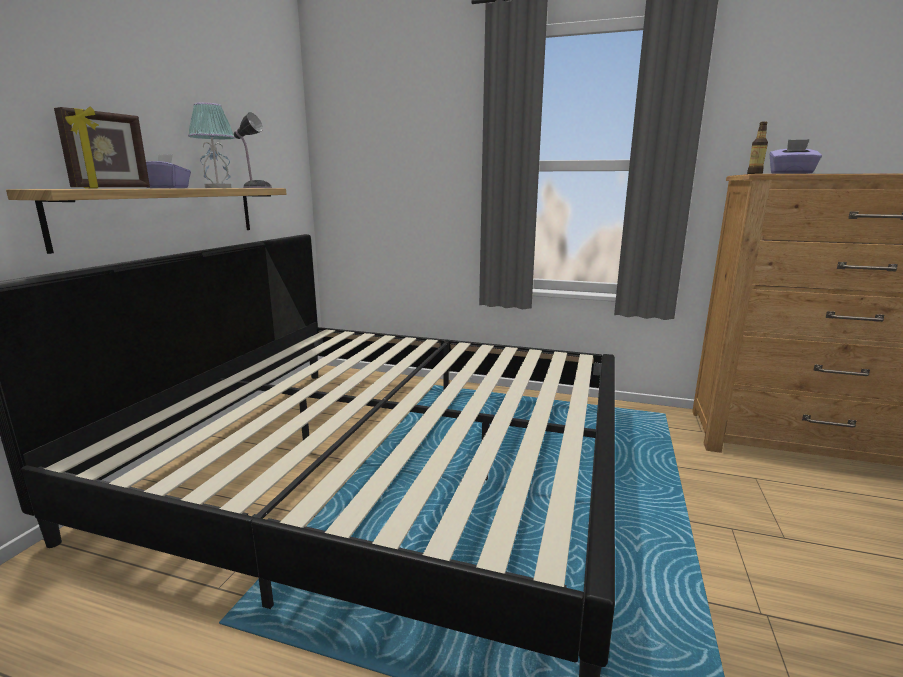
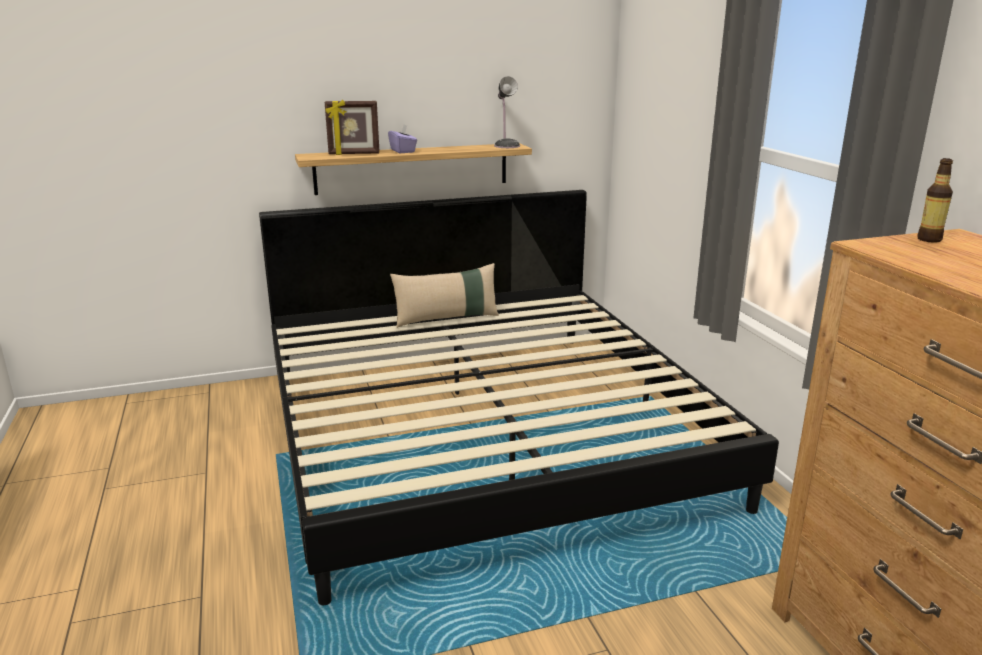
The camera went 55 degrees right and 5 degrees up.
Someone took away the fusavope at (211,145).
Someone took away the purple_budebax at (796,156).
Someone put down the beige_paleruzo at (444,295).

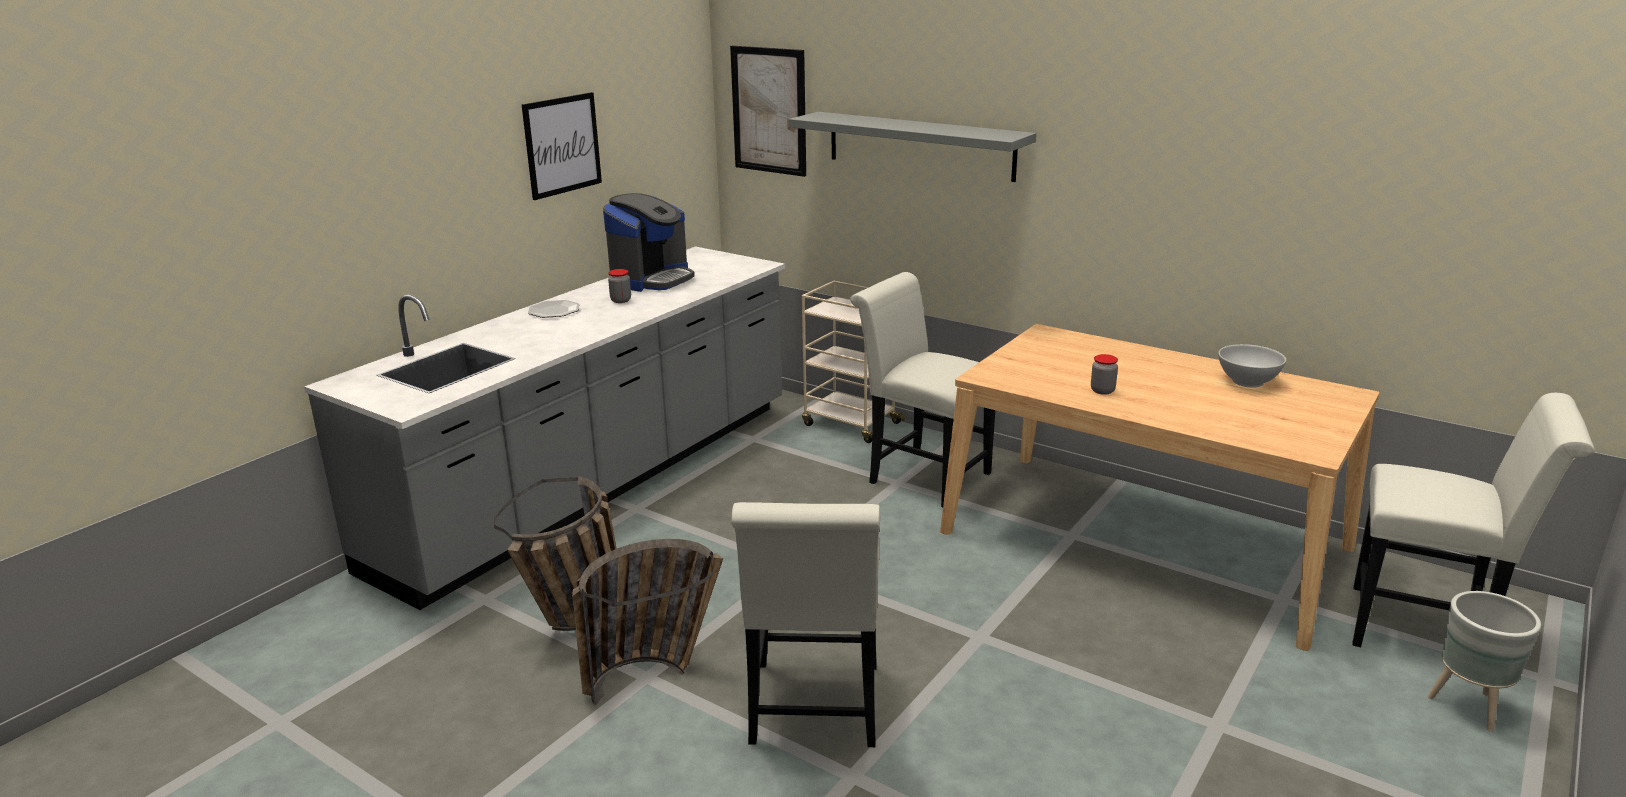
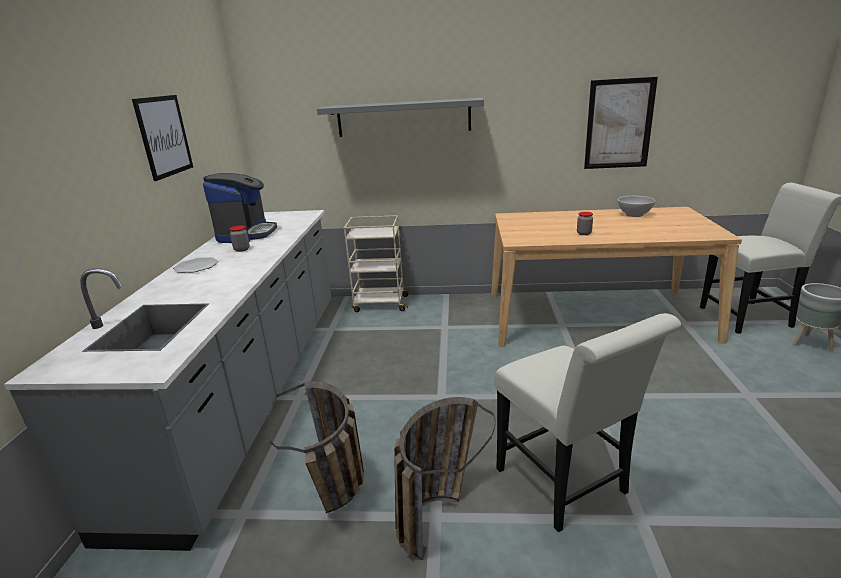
The camera went 30 degrees left and 0 degrees up.
Someone carried the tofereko from (768,111) to (621,123).
Someone took away the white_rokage at (923,389).

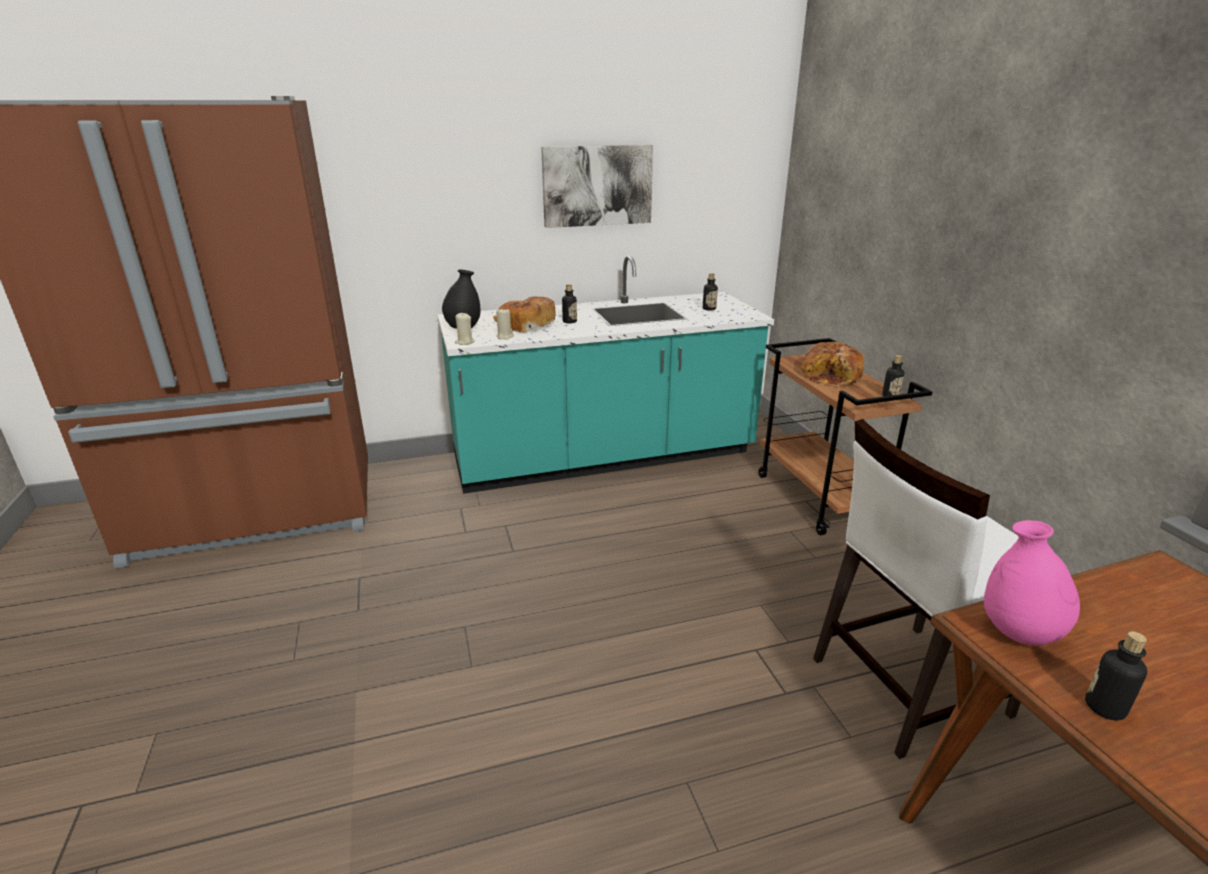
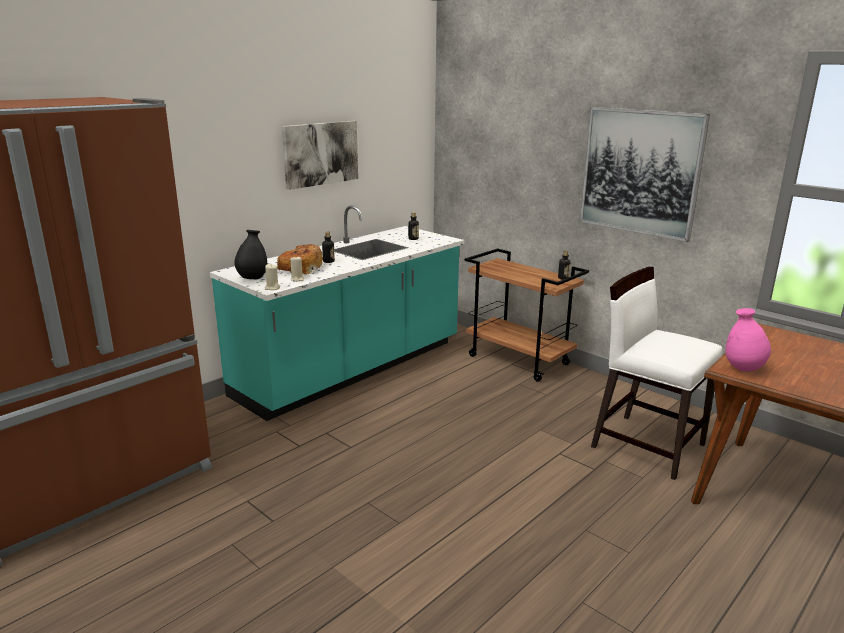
The camera went 30 degrees left and 5 degrees down.
Someone took away the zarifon at (832,364).
Someone rotated the white_rokage at (917,589) by 90 degrees clockwise.
Someone took away the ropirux at (1116,676).
Someone put up the tofereko at (645,174).

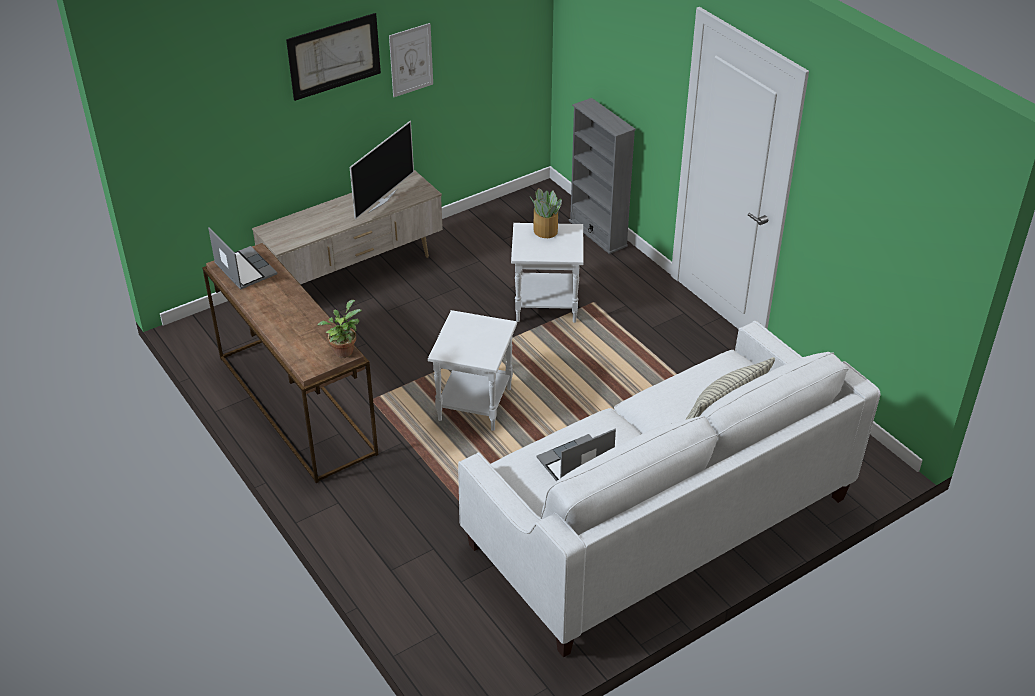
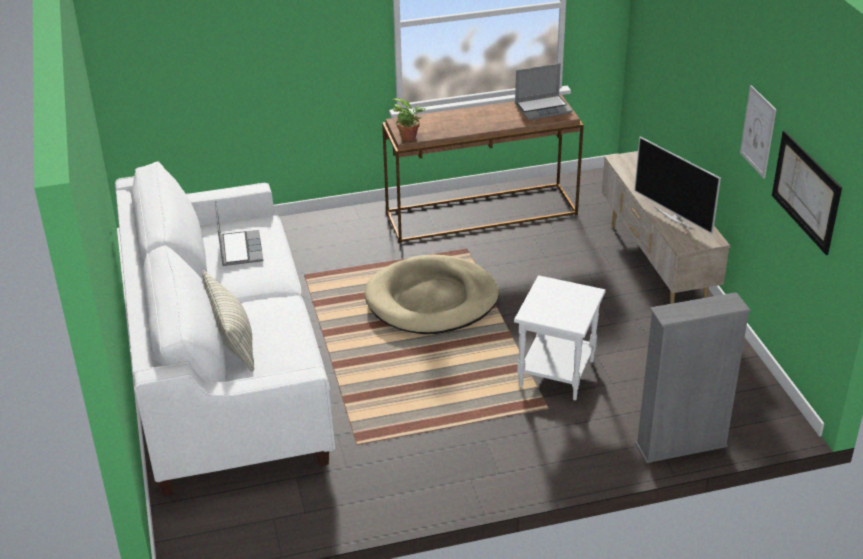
The camera went 110 degrees right and 5 degrees down.
Someone carried the tofereko from (333,57) to (807,193).
Someone swapped the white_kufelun at (472,370) for the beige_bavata at (432,294).
Someone took away the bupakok at (546,213).

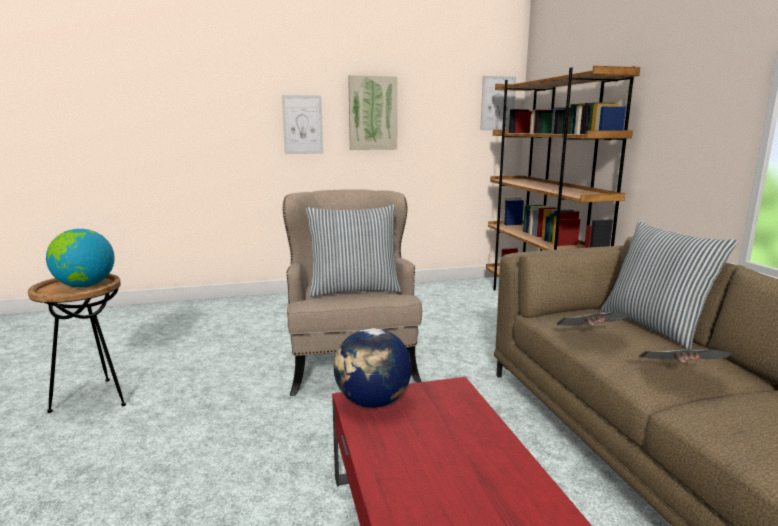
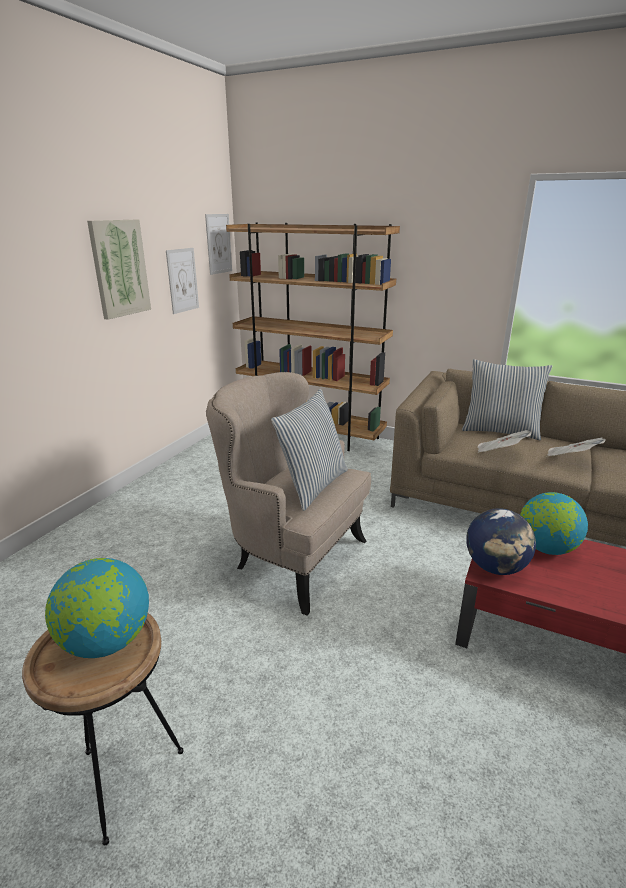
The camera went 50 degrees left and 10 degrees up.
Someone carried the tofereko from (302,124) to (182,281).
Someone put down the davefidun at (554,523).

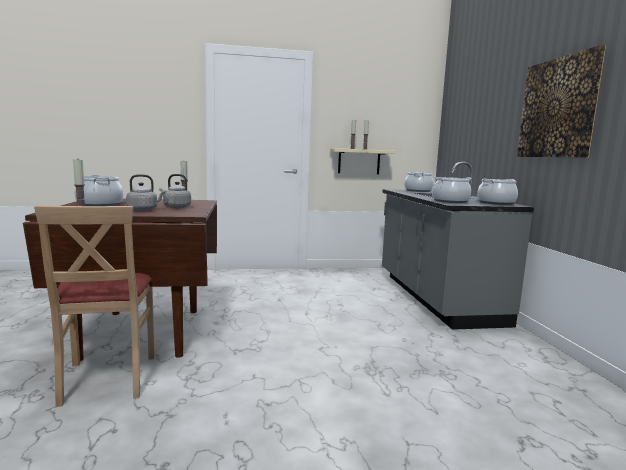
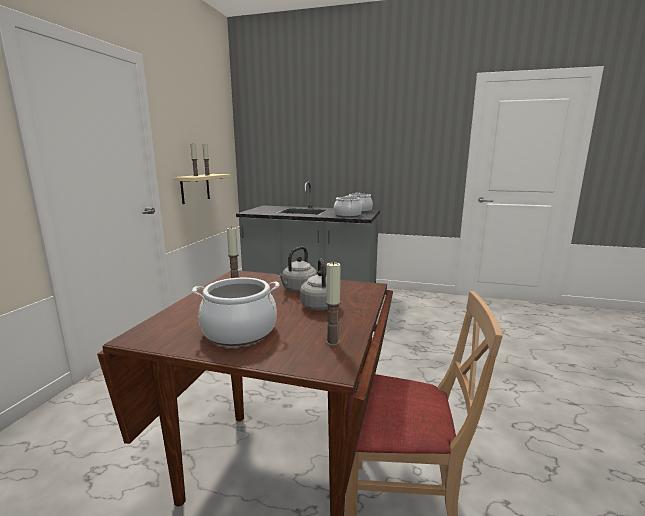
The camera went 65 degrees left and 5 degrees up.
Someone took away the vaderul at (419,182).
Someone took away the tofereko at (561,101).

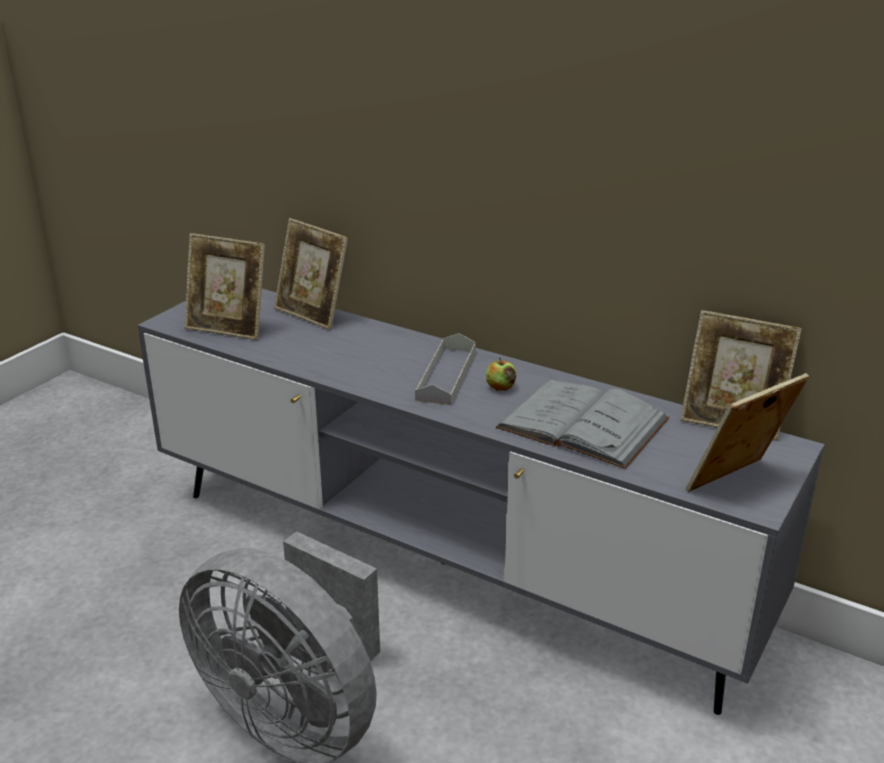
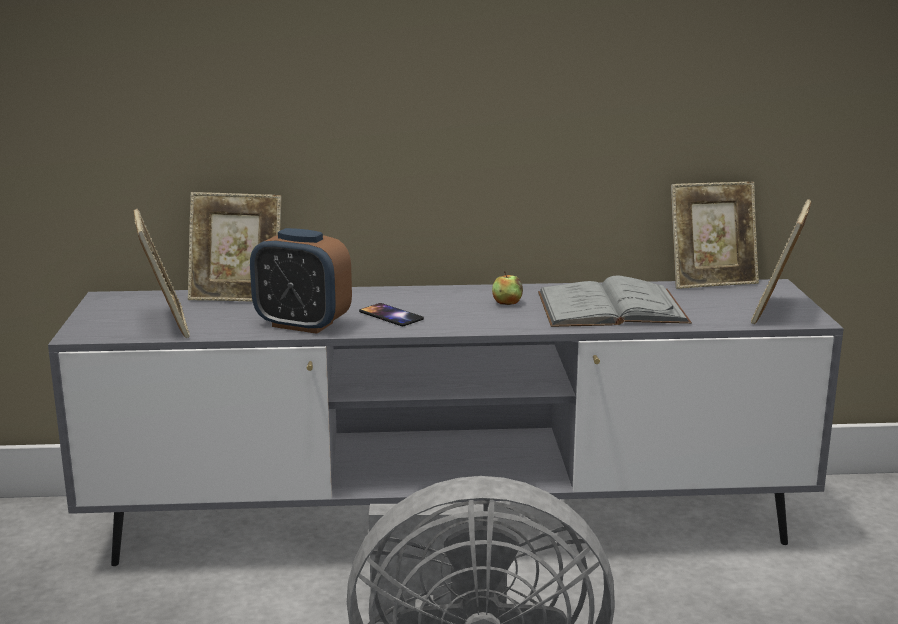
The camera went 35 degrees left and 10 degrees down.
Someone rotated the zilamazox at (225,286) by 90 degrees counterclockwise.
Someone took away the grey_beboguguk at (445,369).
Someone put down the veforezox at (301,281).
Someone put down the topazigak at (391,314).

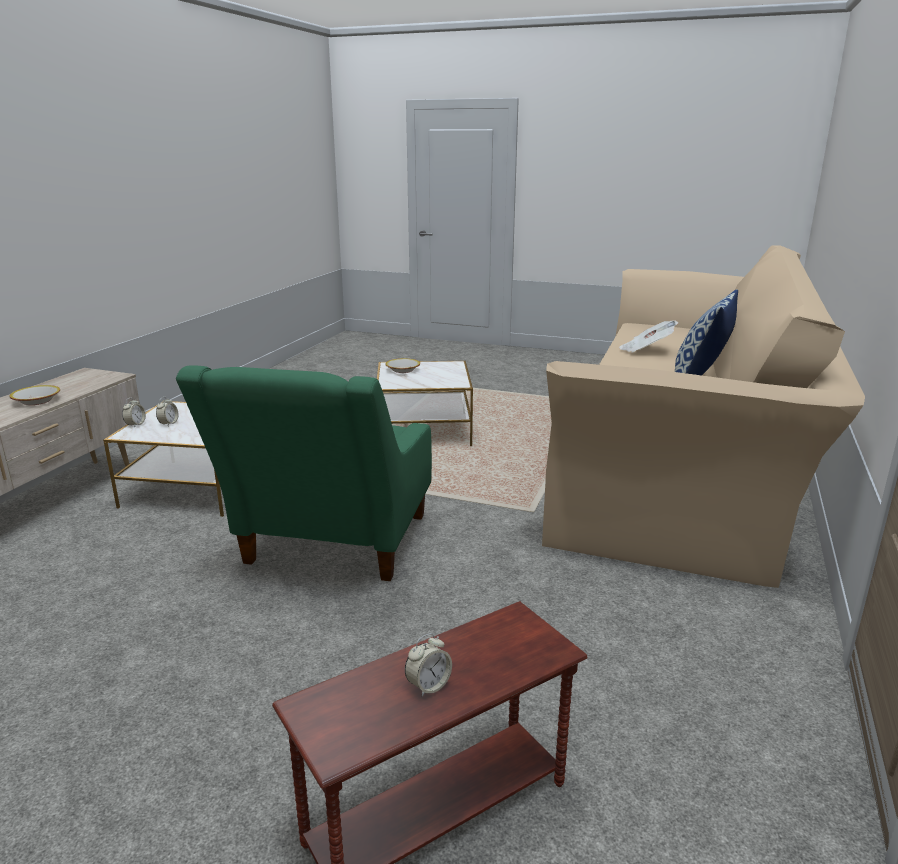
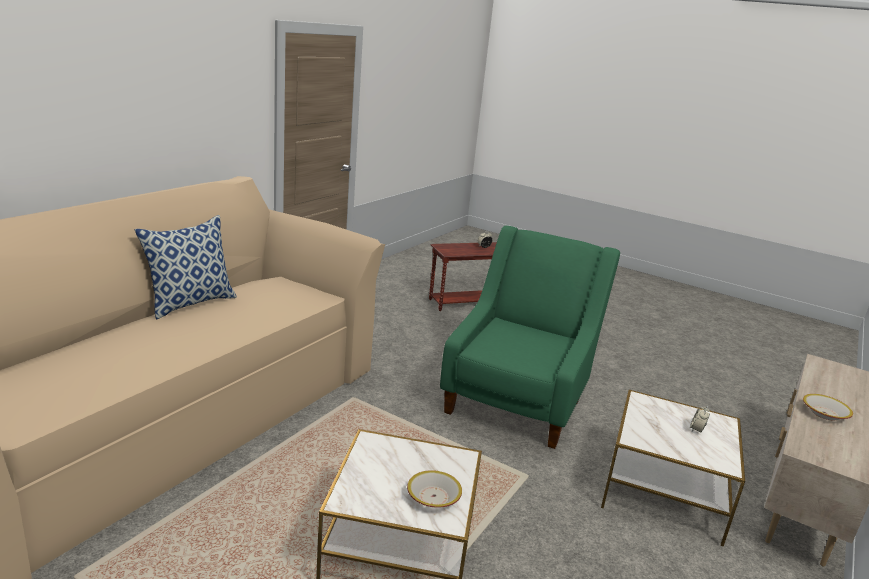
The camera went 170 degrees left and 0 degrees up.
Someone took away the veforezox at (134,413).
Someone took away the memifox at (648,336).

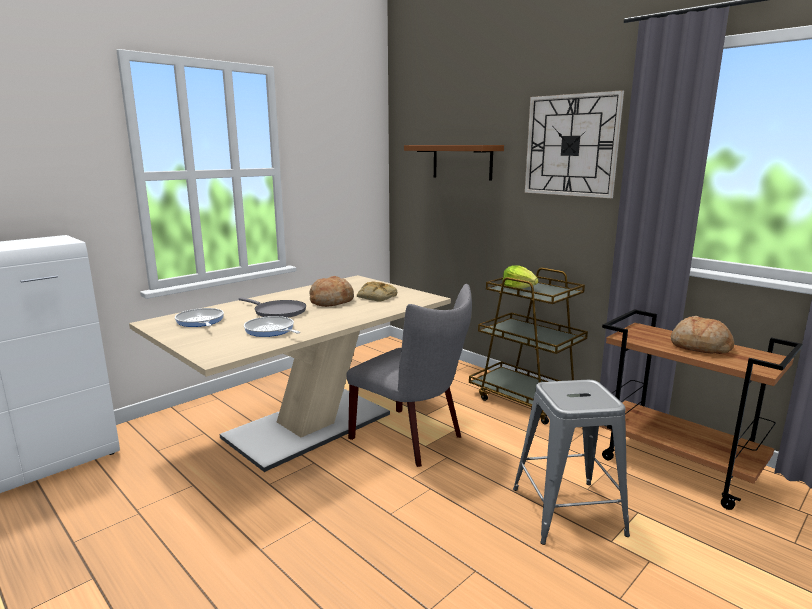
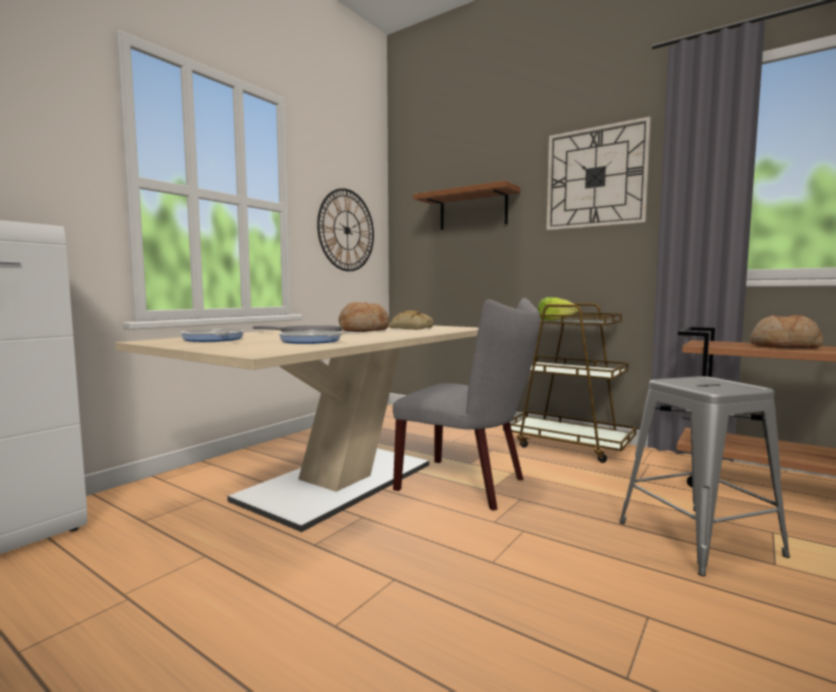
The camera went 10 degrees left and 10 degrees down.
Someone put up the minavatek at (345,229).

